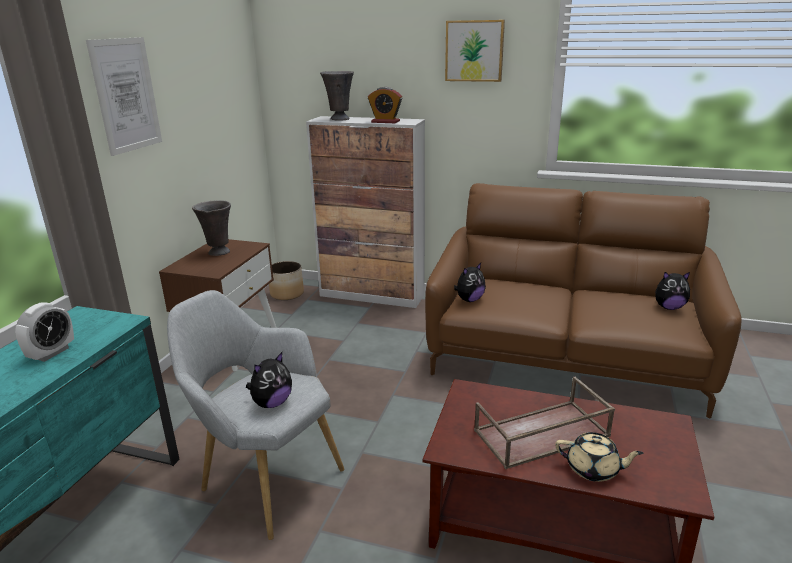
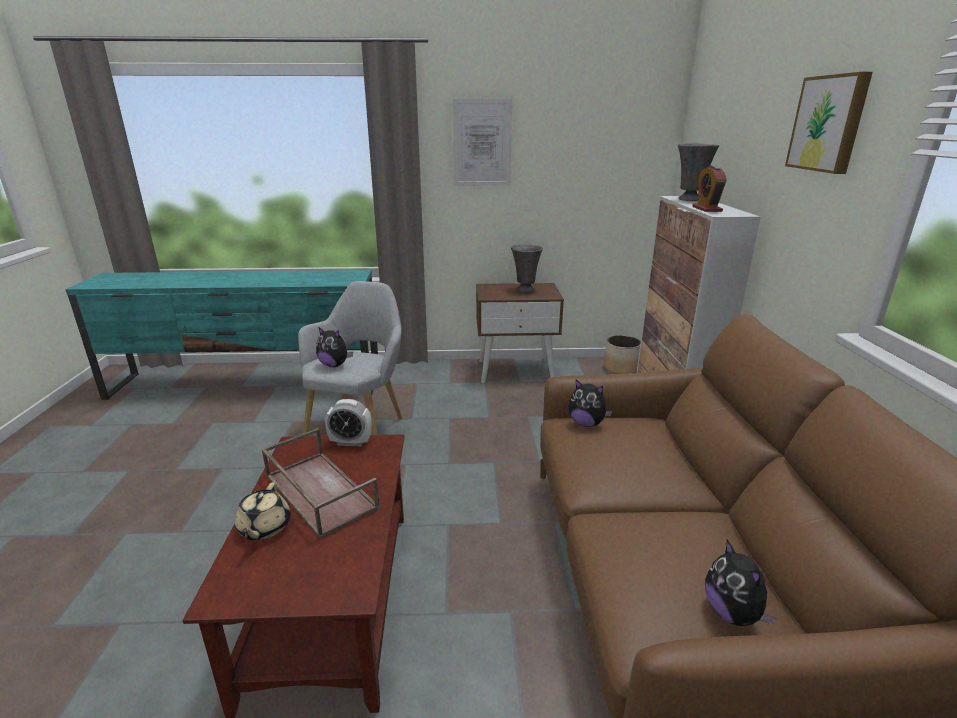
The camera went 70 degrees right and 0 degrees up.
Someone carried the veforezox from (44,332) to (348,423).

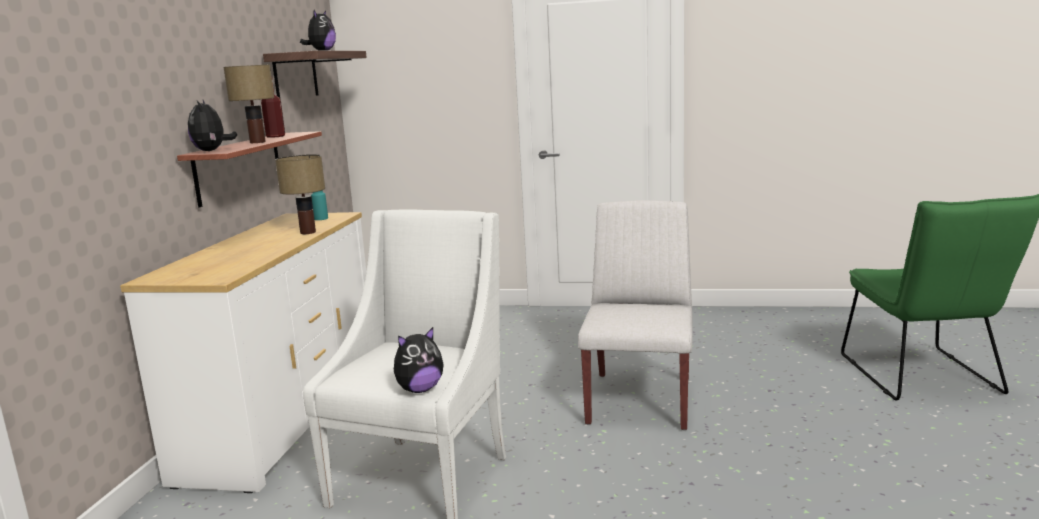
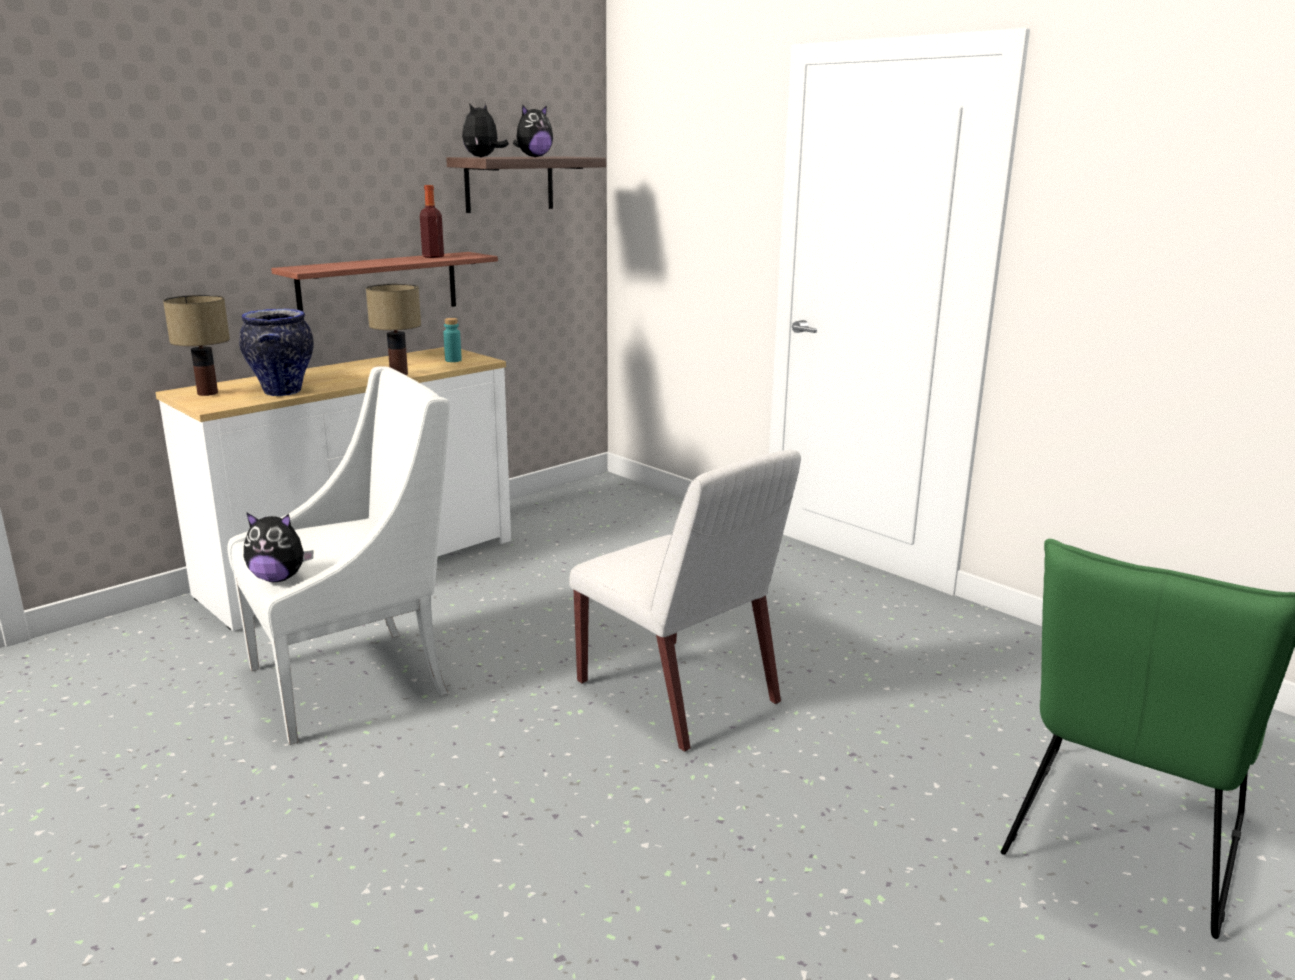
The camera went 35 degrees right and 5 degrees up.
Someone carried the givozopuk from (212,125) to (485,130).
Someone carried the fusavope from (248,104) to (196,345).
Someone rotated the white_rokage at (635,315) by 90 degrees clockwise.
Someone put down the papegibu at (276,352).

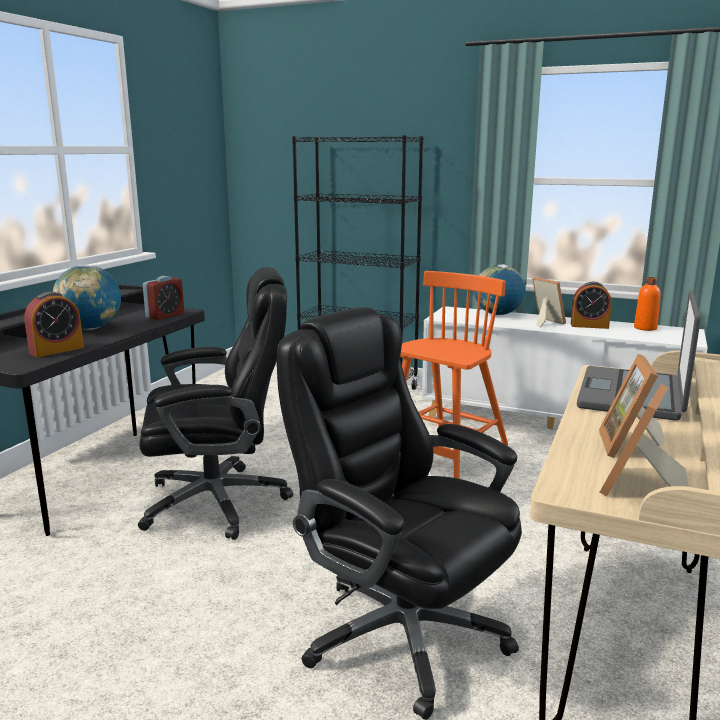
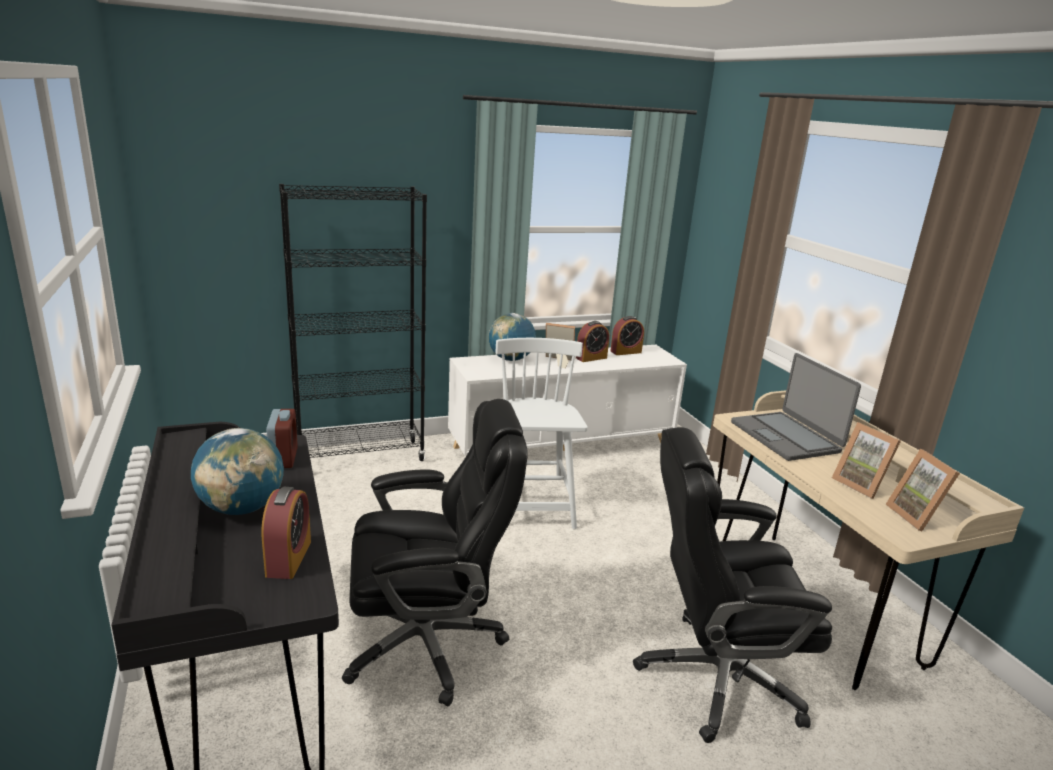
The camera went 45 degrees left and 5 degrees up.
Someone rotated the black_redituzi at (215,403) by 45 degrees clockwise.
Someone repainted the orange_rokage at (454,375), which became the white_rokage at (542,433).
Someone swapped the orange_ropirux at (647,304) for the veforezox at (627,335).

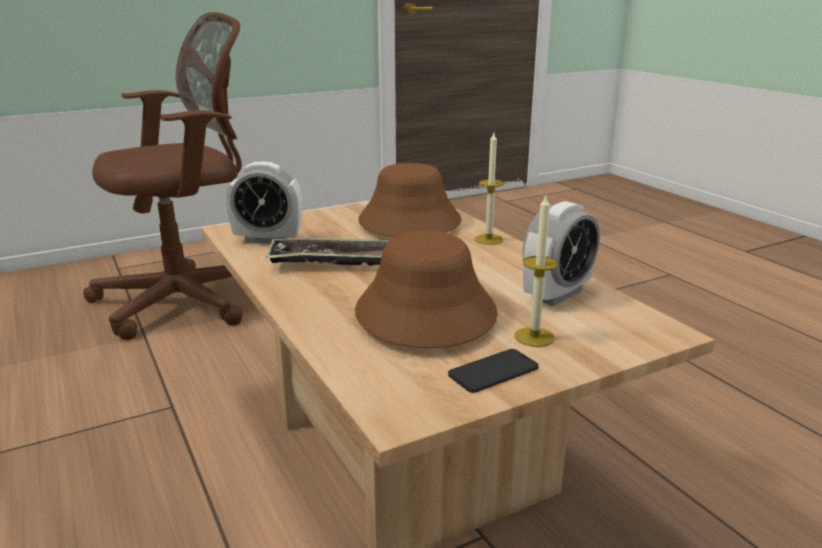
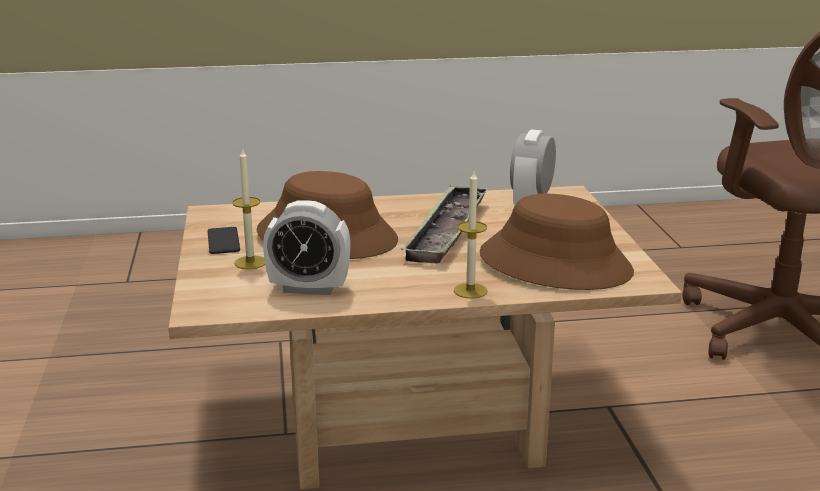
The camera went 110 degrees right and 0 degrees up.
Someone rotated the veforezox at (561,253) by 60 degrees counterclockwise.

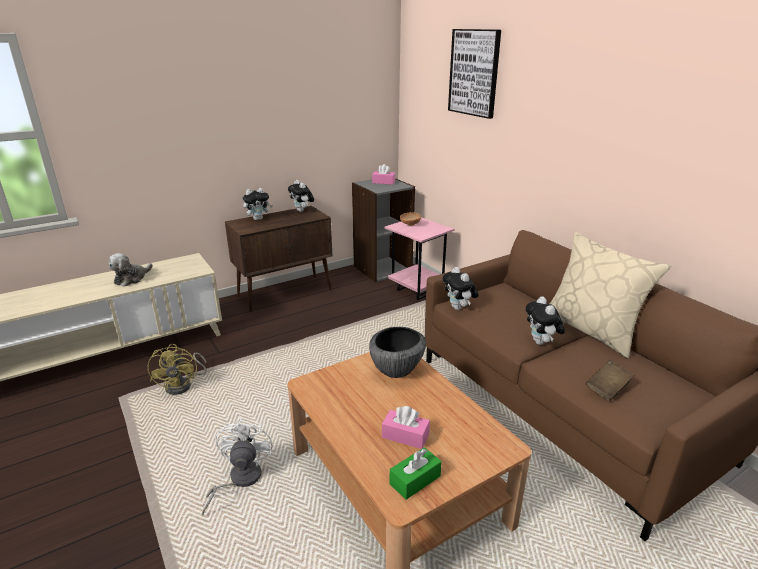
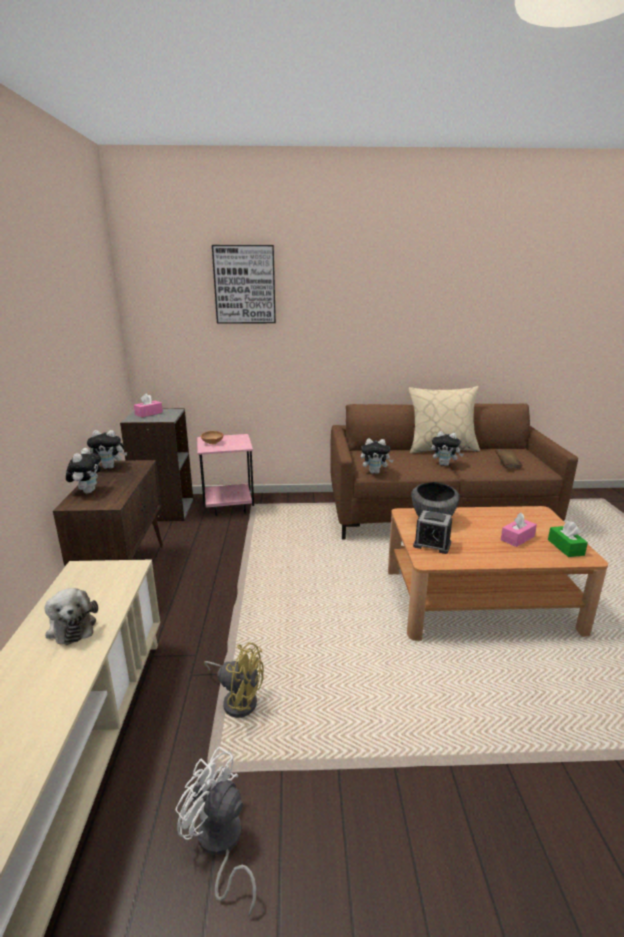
The camera went 60 degrees left and 5 degrees down.
Someone carried the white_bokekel from (237,466) to (215,831).
Someone put down the veforezox at (432,532).

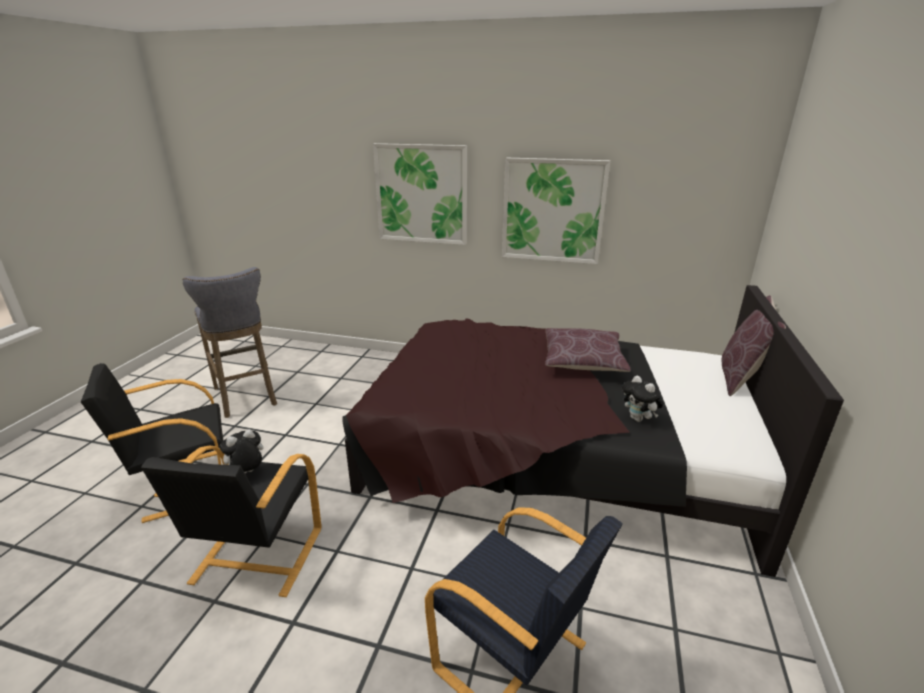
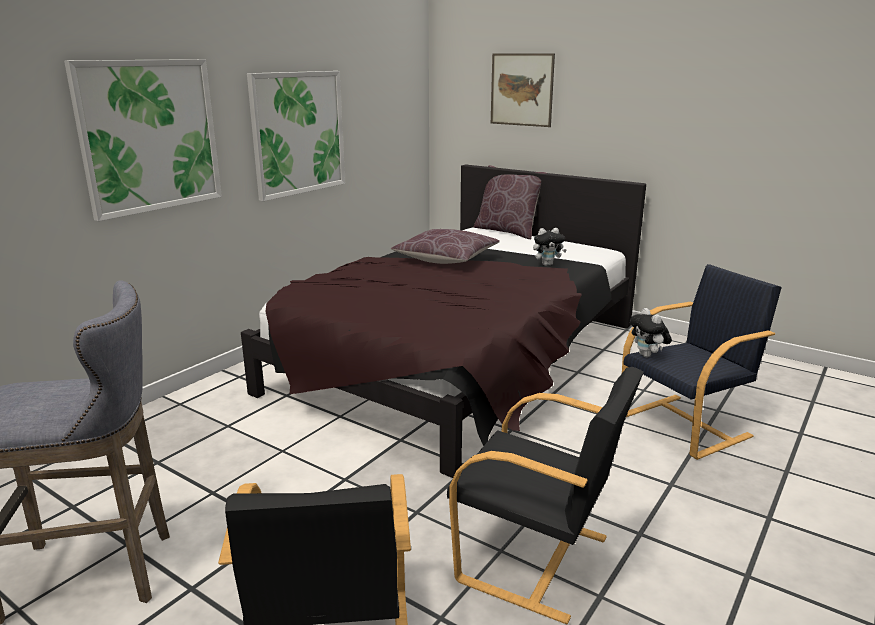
The camera went 70 degrees left and 5 degrees down.
Someone carried the givozopuk from (241,451) to (651,333).
Someone put up the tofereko at (523,90).

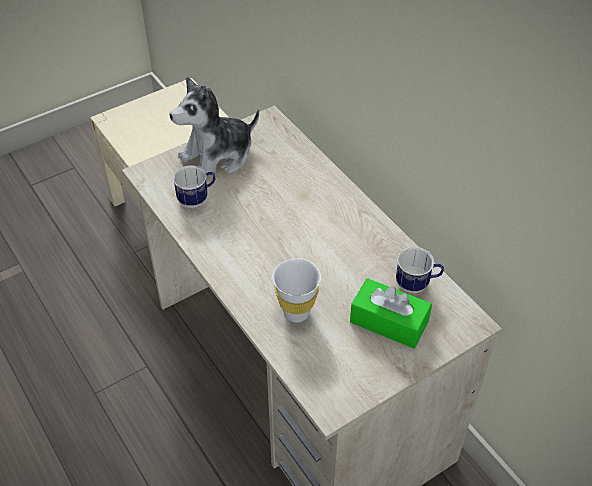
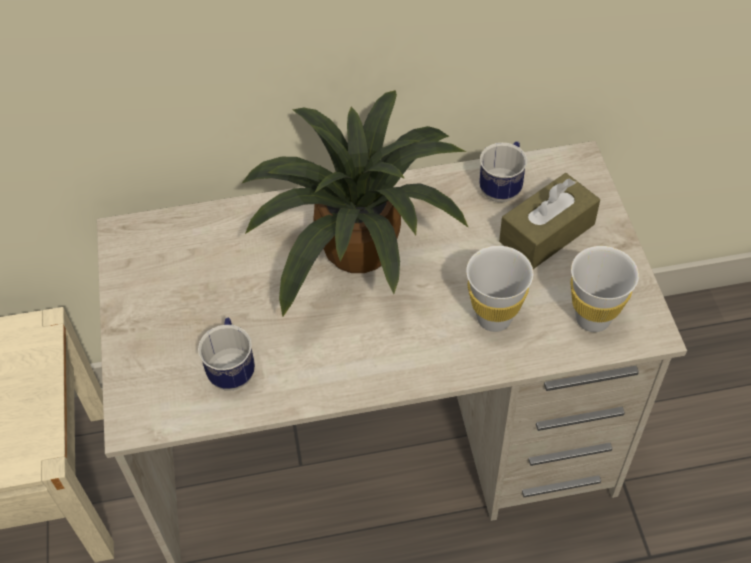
The camera went 65 degrees left and 5 degrees up.
Someone took away the givozopuk at (214,127).
Someone repainted the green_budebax at (391,313), which became the brown_budebax at (549,221).
Someone put down the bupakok at (355,203).
Someone put down the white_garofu at (604,289).

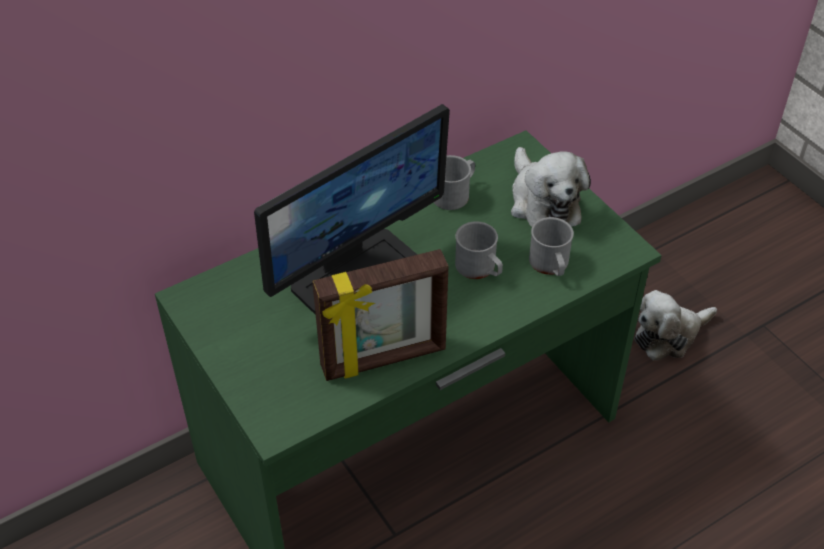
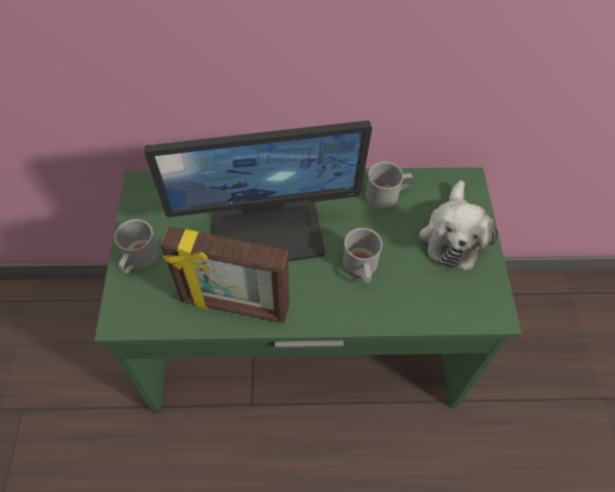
The camera went 30 degrees right and 10 degrees up.
Someone carried the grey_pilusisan from (551,246) to (136,246).
Someone took away the givozopuk at (675,325).

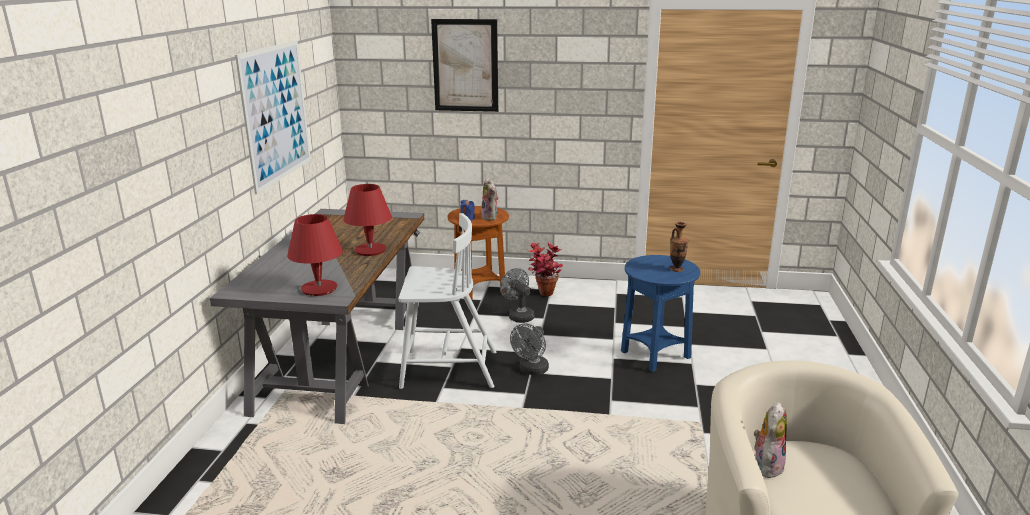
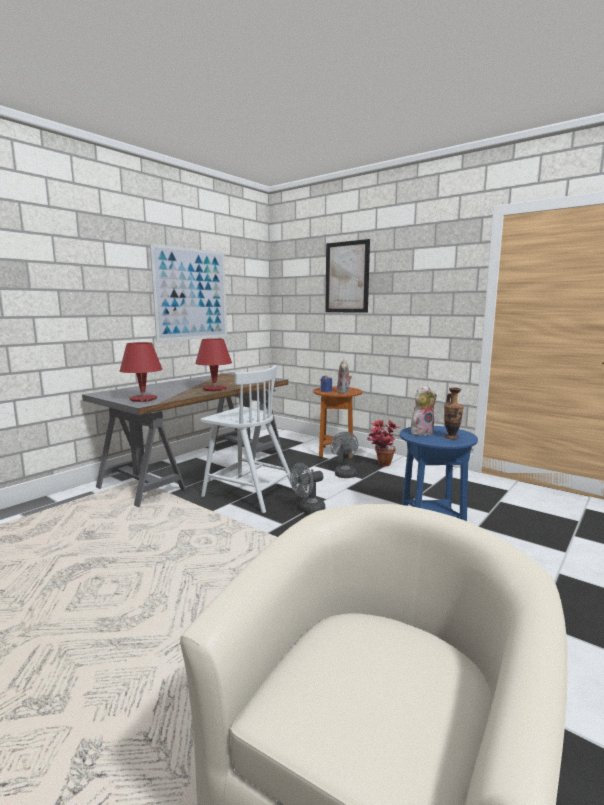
The camera went 30 degrees right and 10 degrees down.
Someone carried the givozopuk from (770,439) to (424,410).

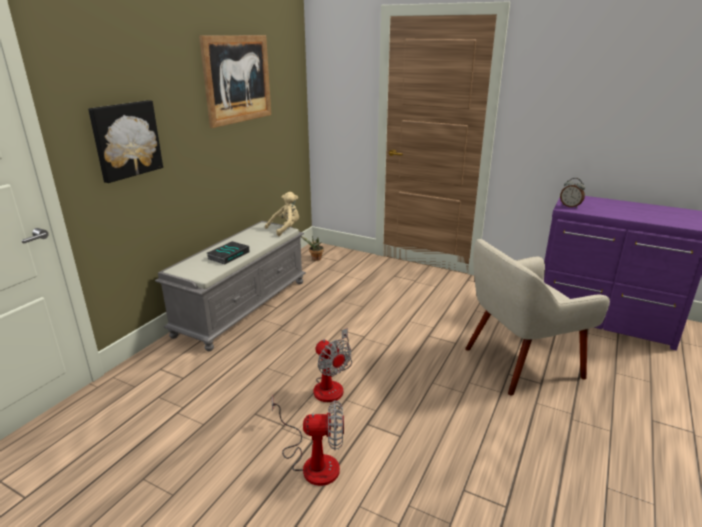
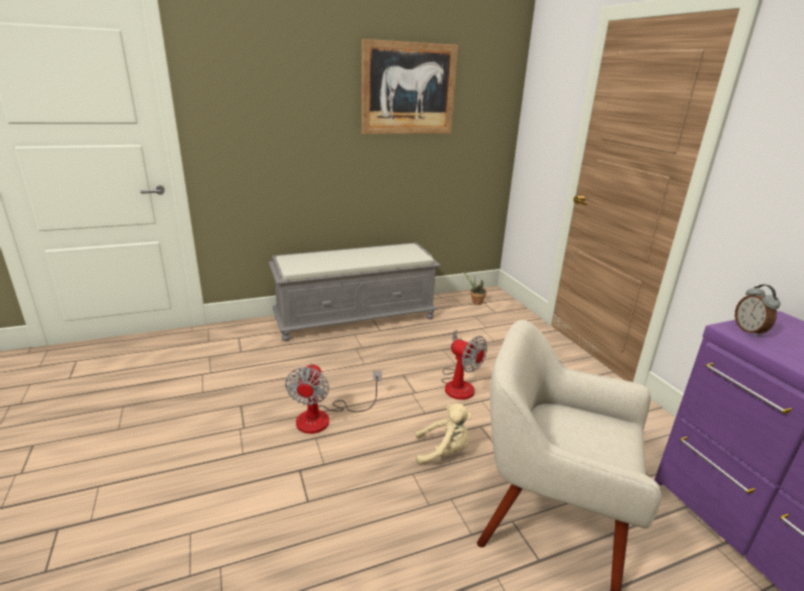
The camera went 40 degrees right and 0 degrees up.
Someone took away the tofereko at (125,141).
Someone took away the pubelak at (228,252).
Someone carried the beige_givozopuk from (282,214) to (444,434).
Someone carried the bokekel from (308,441) to (464,365).

